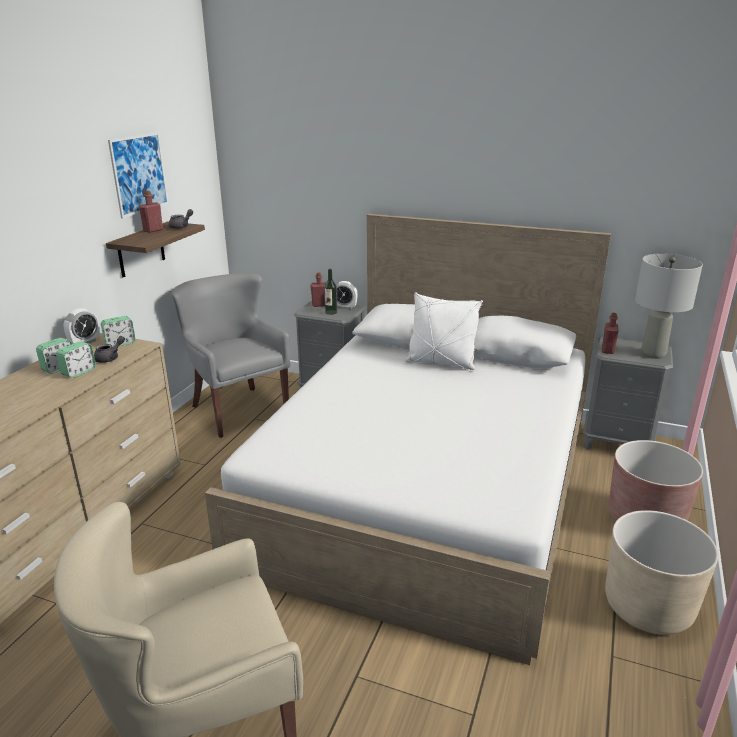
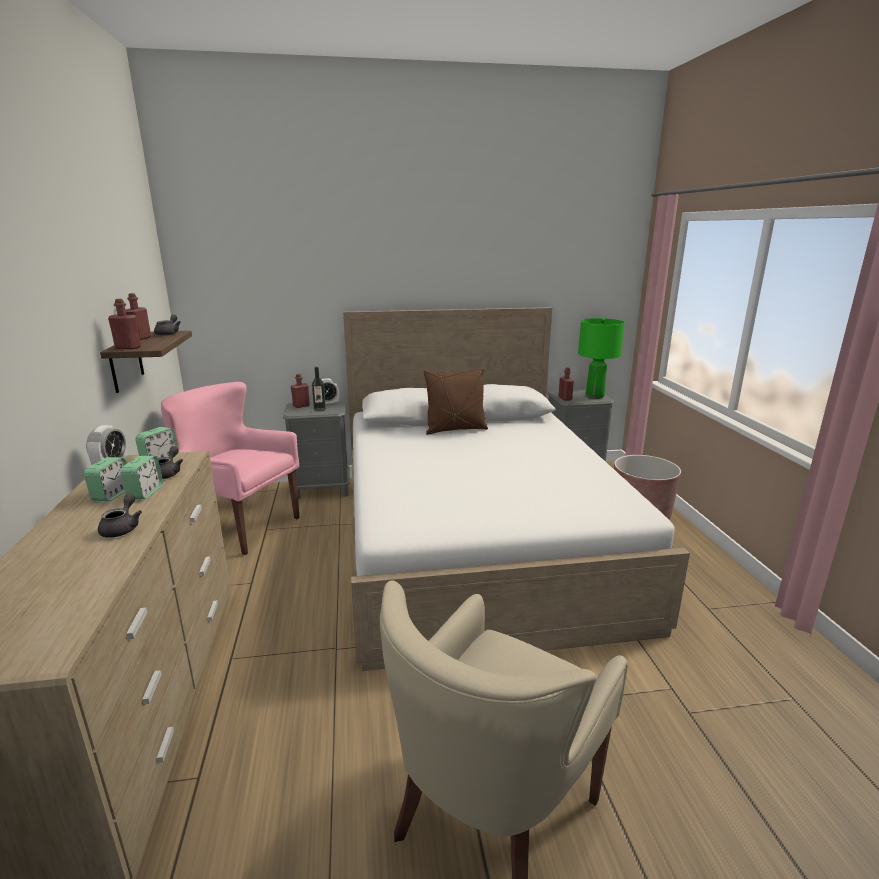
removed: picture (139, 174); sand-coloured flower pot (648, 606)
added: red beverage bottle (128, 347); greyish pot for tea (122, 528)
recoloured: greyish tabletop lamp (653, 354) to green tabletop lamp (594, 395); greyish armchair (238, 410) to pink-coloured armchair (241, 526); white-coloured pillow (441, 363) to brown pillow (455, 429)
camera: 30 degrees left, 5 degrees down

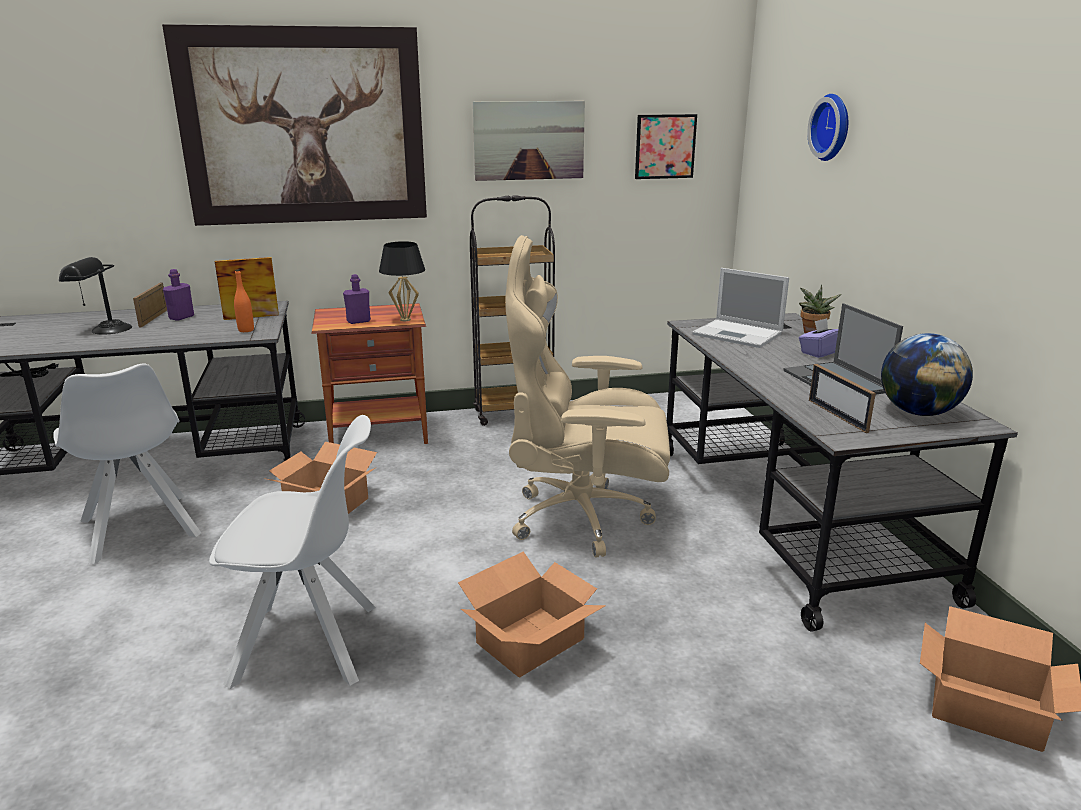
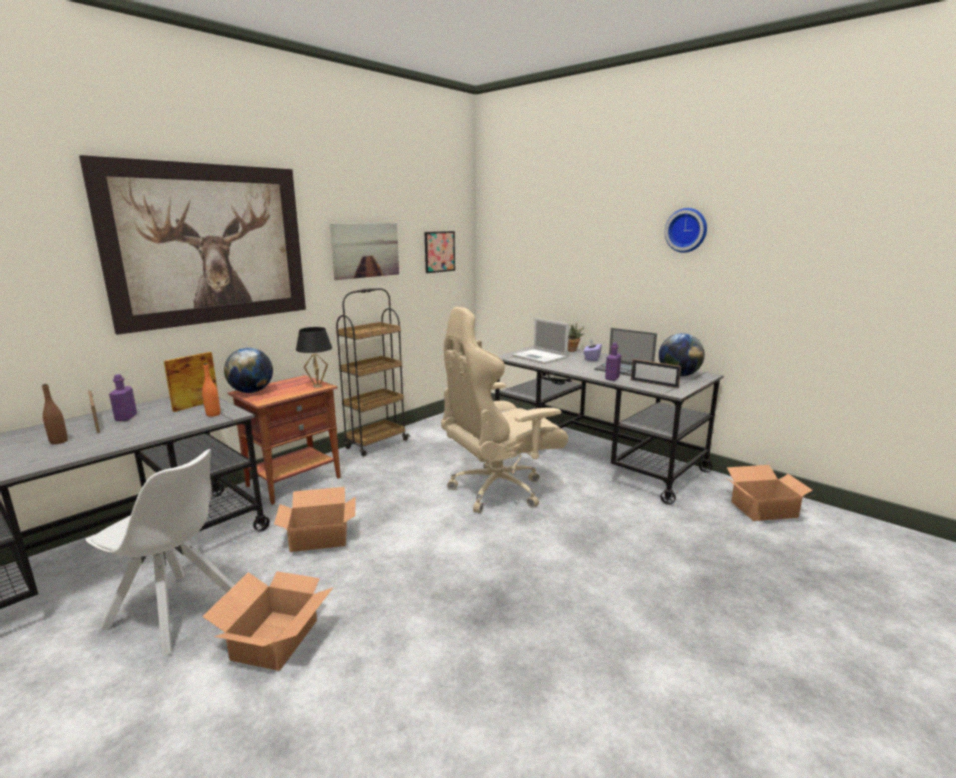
removed: white-coloured plain chair (309, 644)
added: world globe (251, 391)
moved: wall clock (833, 127) to (687, 230); purplish beverage bottle (358, 321) to (612, 378); cardboard box (528, 641) to (274, 640)
replaced: black tabletop lamp (103, 329) to brown beverage bottle (59, 441)
turned: laptop (739, 334) = (540, 357) 45 degrees clockwise
camera: 35 degrees left, 5 degrees down

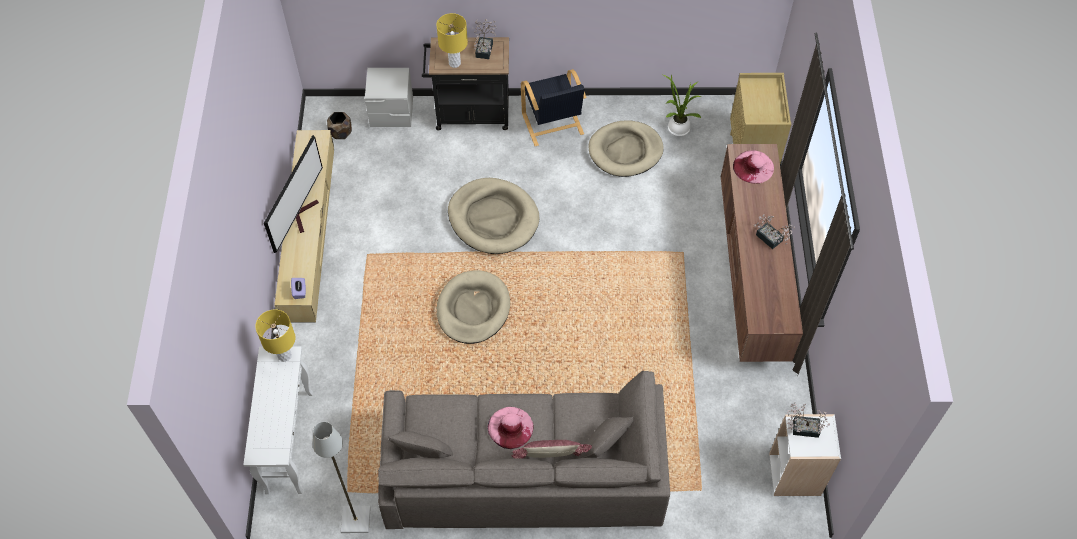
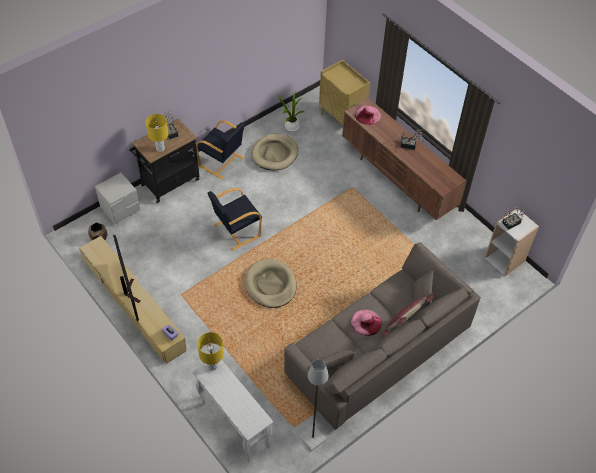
replaced: sand-coloured dog bed (493, 218) to black armchair (236, 231)
camera: 40 degrees left, 5 degrees down

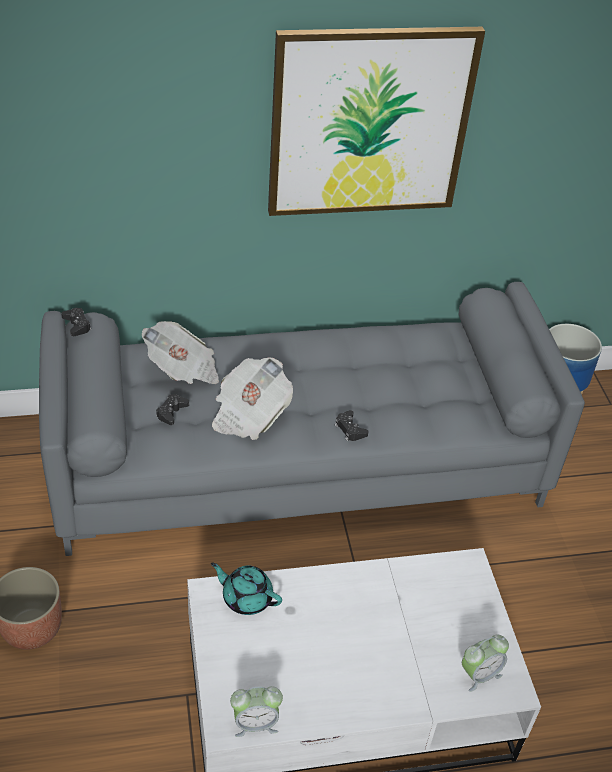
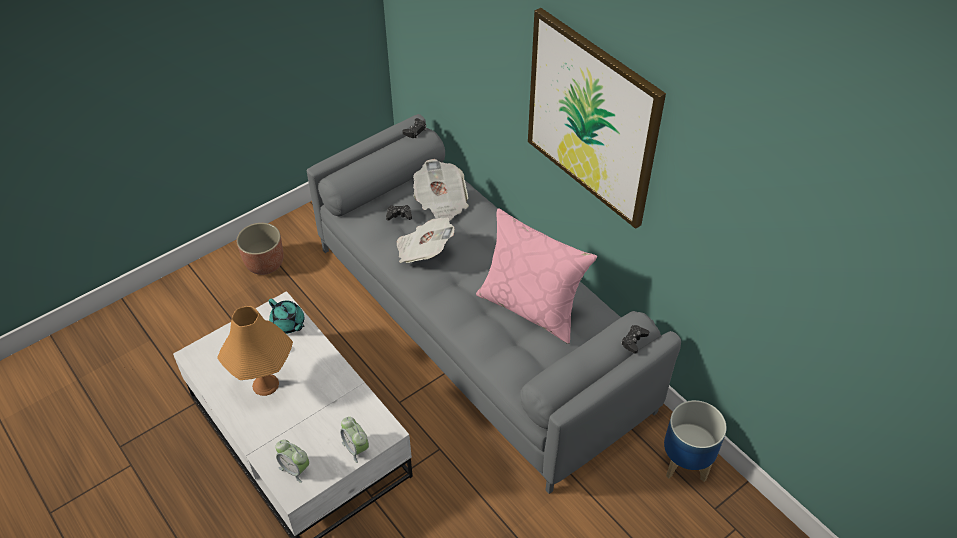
added: pink-coloured pillow (531, 307); orange tabletop lamp (265, 384)
moved: black game controller (350, 429) to (634, 341); bedside clock (255, 723) to (356, 448)
turned: turquoise-coloured pot for tea (246, 597) = (288, 324) 135 degrees clockwise
camera: 65 degrees right, 5 degrees up

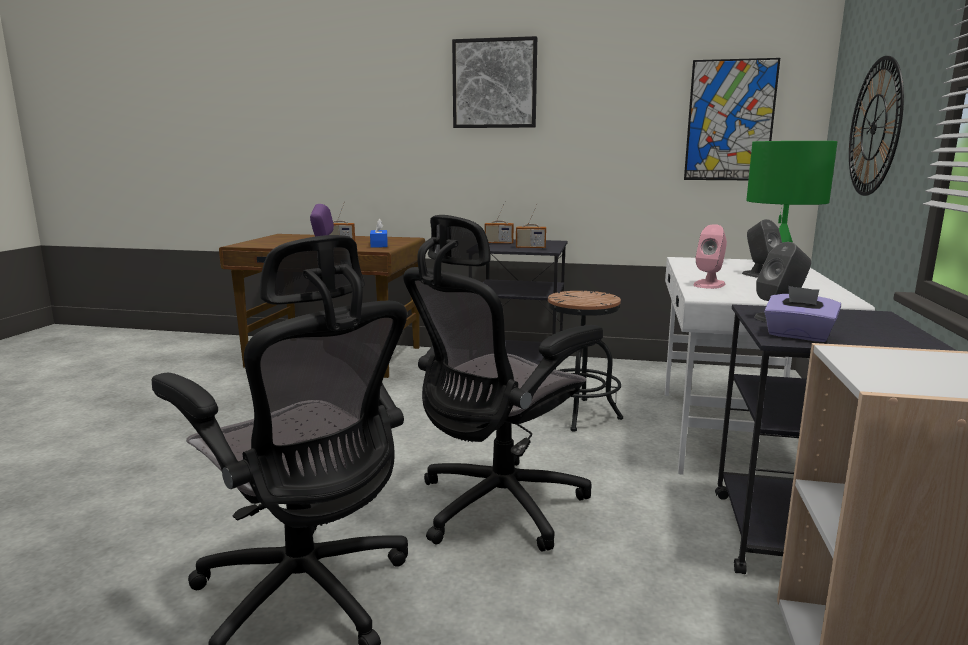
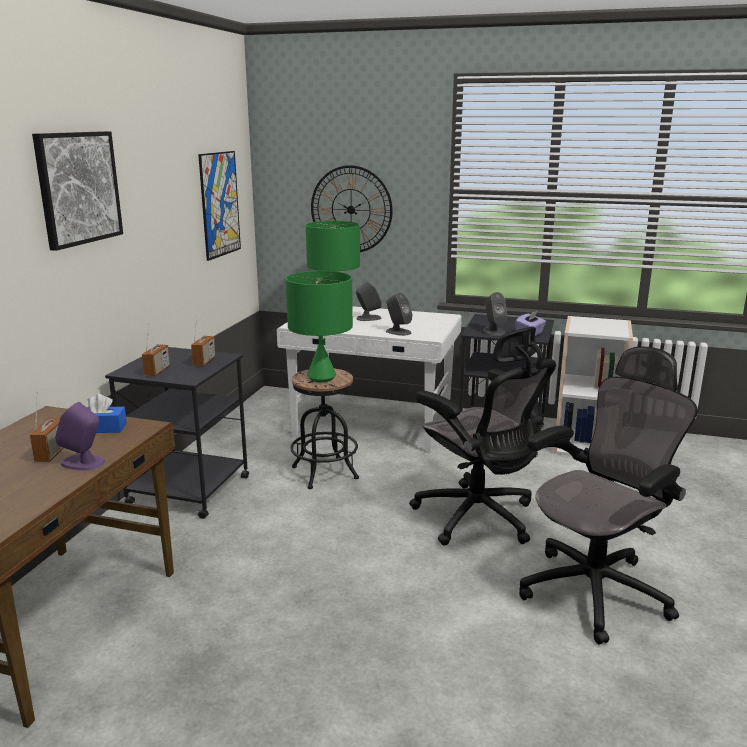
added: green tabletop lamp (321, 378)
recoloured: pink-coloured speaker (709, 284) to greyish speaker (398, 332)
camera: 85 degrees left, 5 degrees up

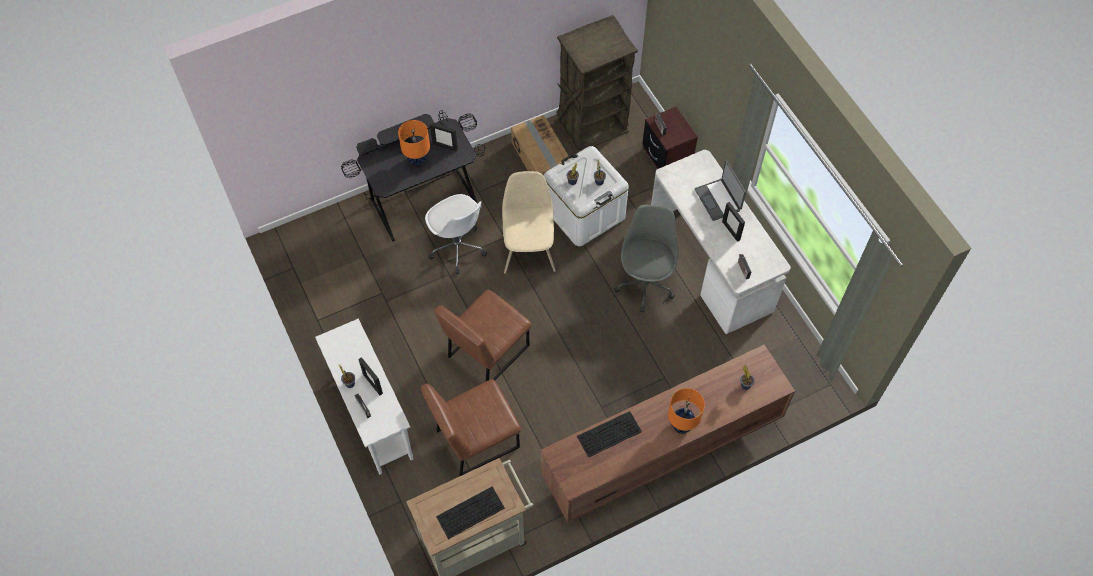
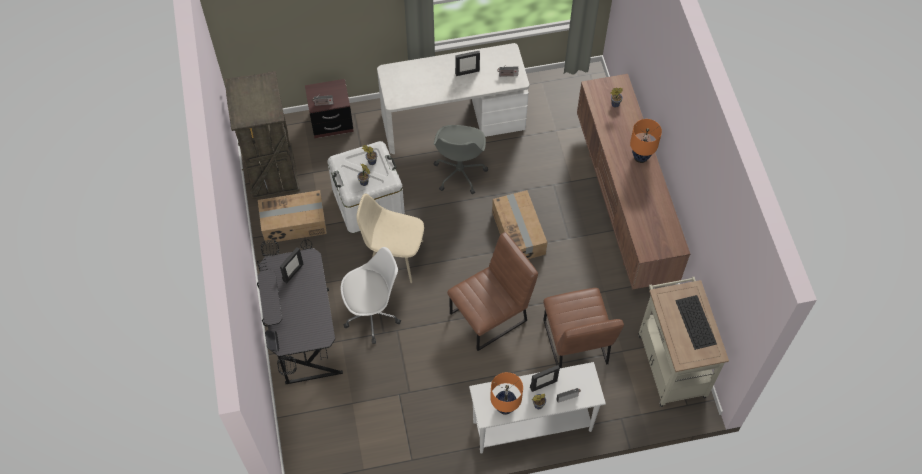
removed: laptop (718, 200); keyboard (608, 434)
added: cardboard box (519, 233)
moved: orange tabletop lamp (417, 161) to (505, 407)
turned: greyish office chair (644, 285) = (459, 175) 105 degrees counterclockwise; brown plain chair (486, 352) = (490, 316) 90 degrees counterclockwise
camera: 75 degrees left, 0 degrees up

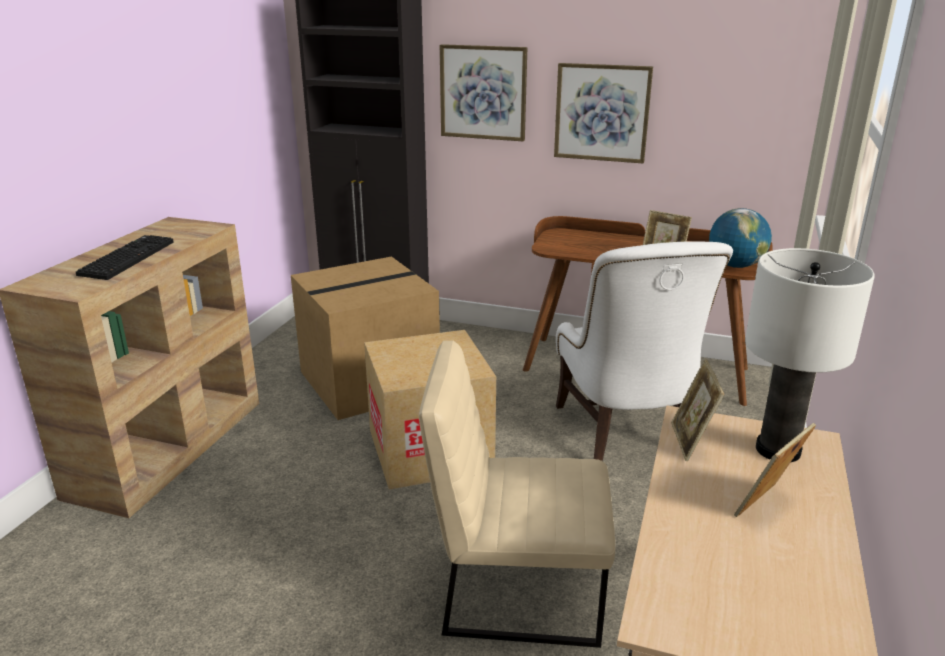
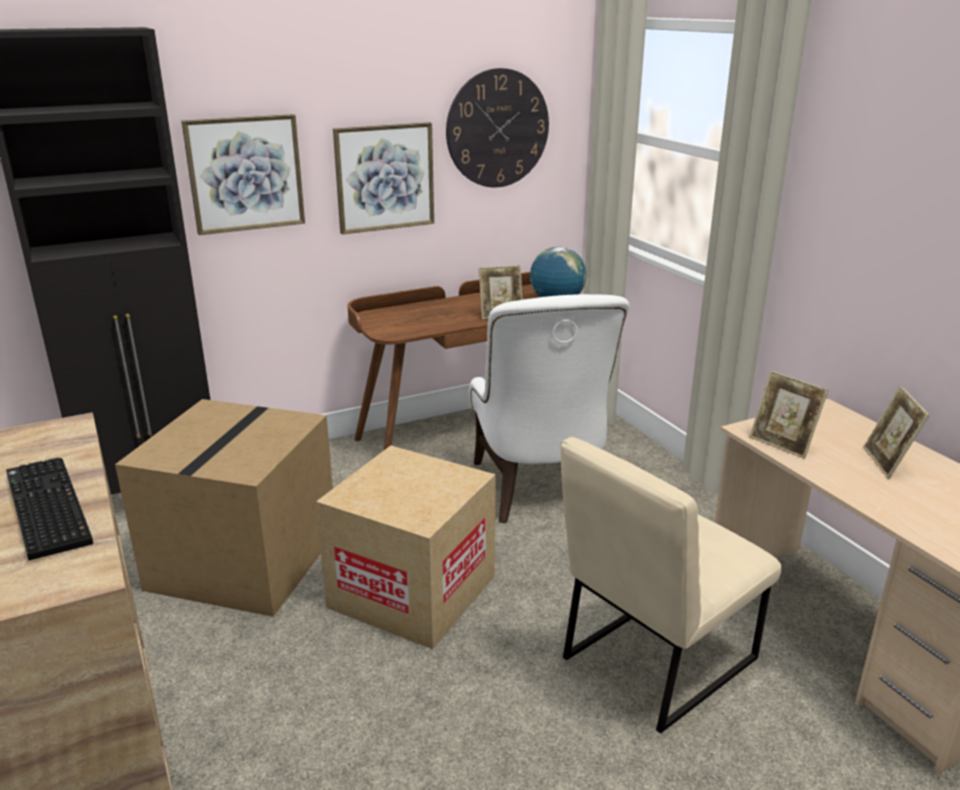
removed: white-coloured tabletop lamp (777, 450)
added: wall clock (497, 129)
turned: white-coloured plain chair (627, 431) = (541, 487) 45 degrees clockwise
camera: 45 degrees left, 0 degrees up

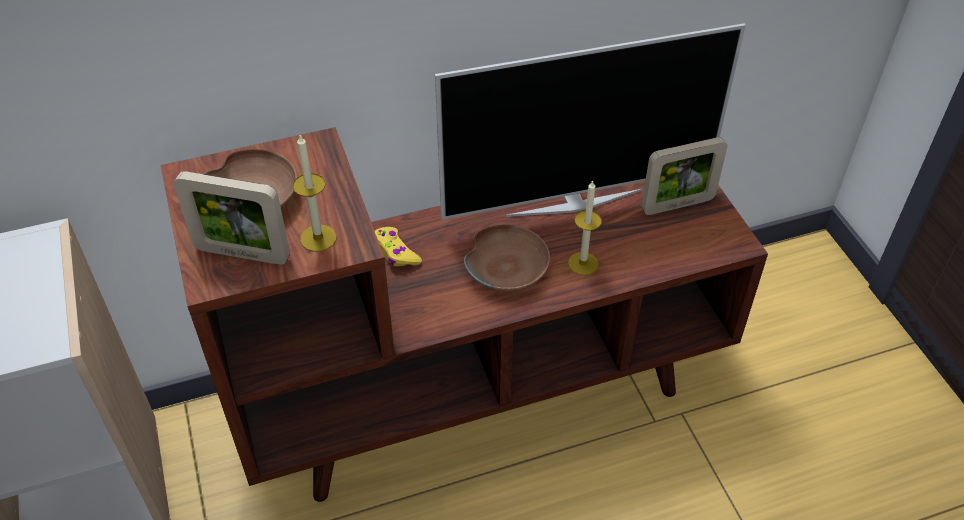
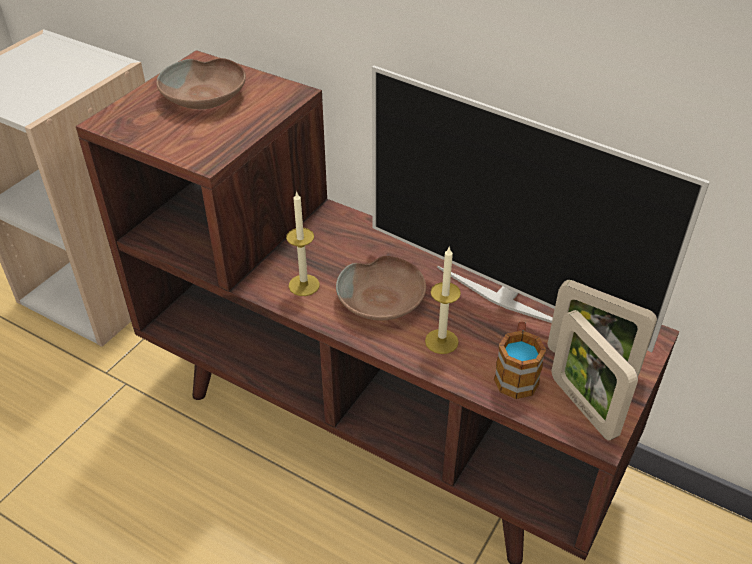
removed: yellow-coloured game controller (395, 252)
added: tea mug (516, 373)
moved: candle (318, 238) to (304, 285); photo frame (242, 254) to (583, 406)
camera: 50 degrees right, 5 degrees down

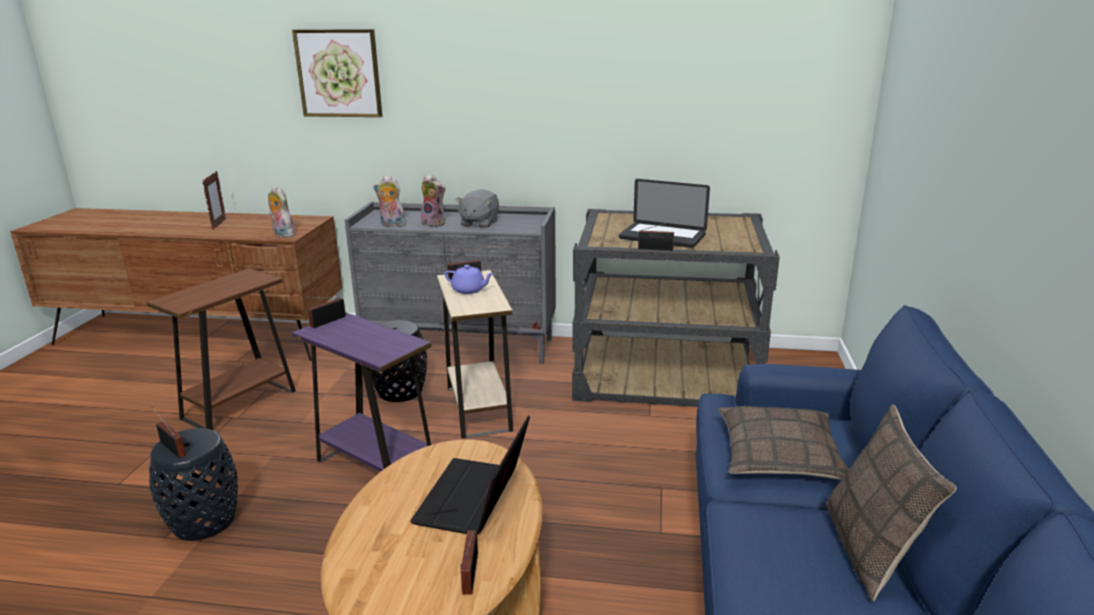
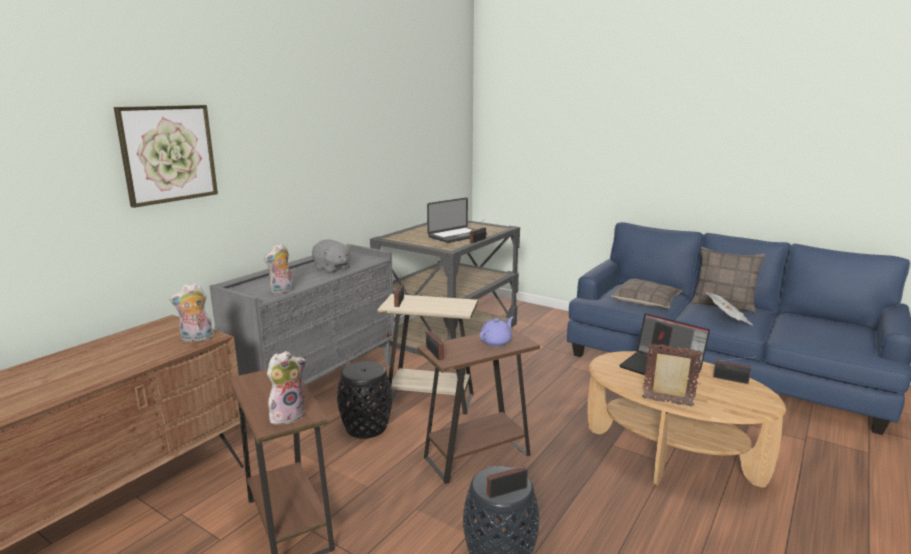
added: daily paper (727, 320)
moved: photo frame (218, 224) to (668, 402); cuddly toy (435, 223) to (288, 415); purplish pot for tea (469, 290) to (496, 341)
recoloured: purplish side table (376, 467) to brown side table (477, 456)
camera: 65 degrees left, 5 degrees down

